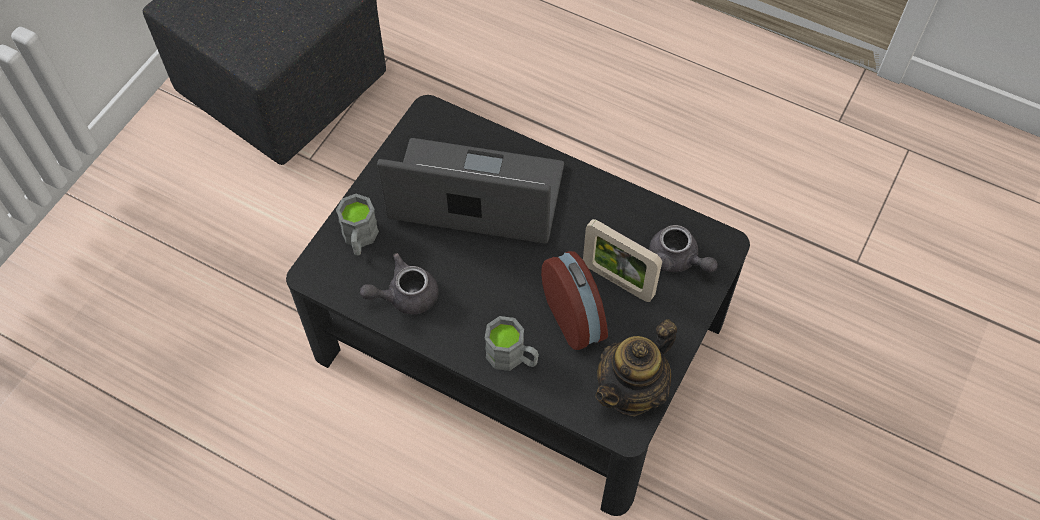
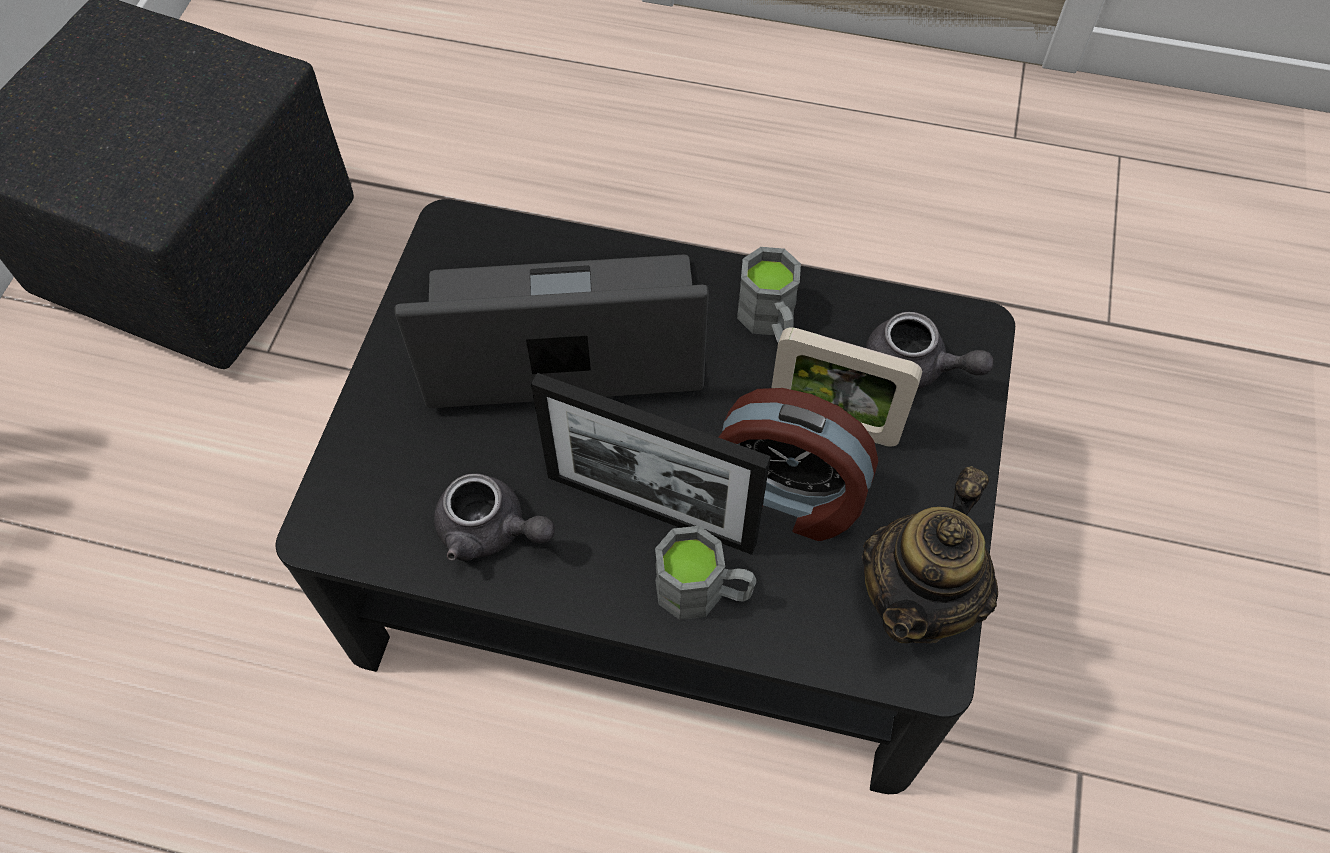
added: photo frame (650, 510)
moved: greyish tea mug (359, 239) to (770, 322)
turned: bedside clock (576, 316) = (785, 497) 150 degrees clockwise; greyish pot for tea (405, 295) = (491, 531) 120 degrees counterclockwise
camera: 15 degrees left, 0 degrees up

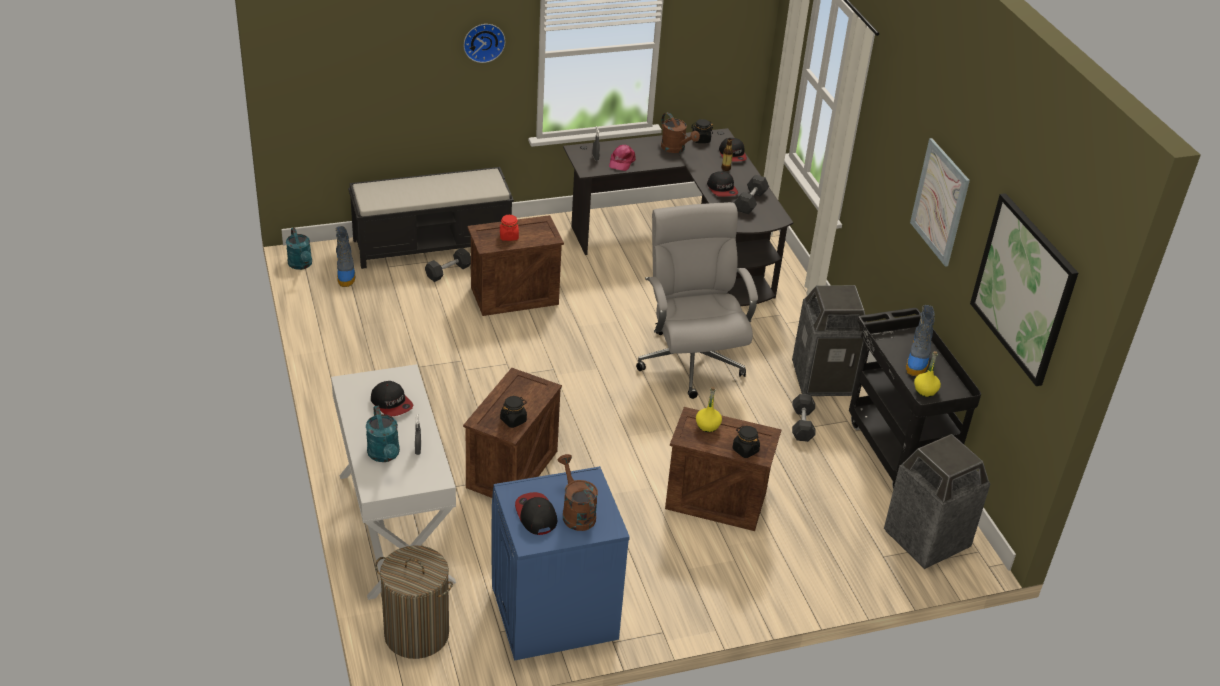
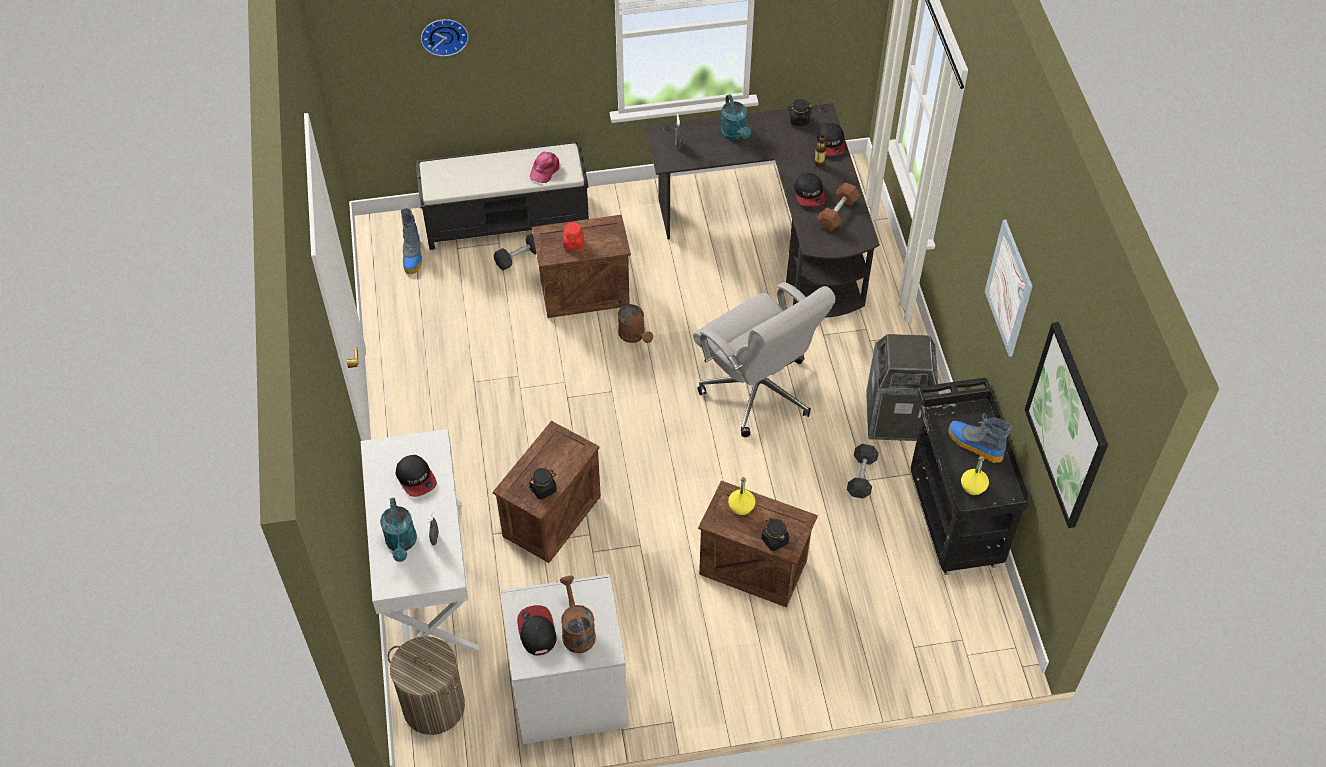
removed: trash can (926, 539)
moved: wall clock (483, 41) to (444, 35); brown watering pot (676, 149) to (634, 336); pink-coloured cap (621, 161) to (545, 169); turquoise-coloured watering pot (301, 265) to (735, 135)
recoloured: greyish free weight (750, 202) to brown free weight (837, 213); blue laundry appliance (553, 614) to white-coloured laundry appliance (568, 693)
turned: greyish office chair (690, 362) = (757, 389) 150 degrees clockwise; high-top boot (917, 359) = (974, 444) 105 degrees clockwise
camera: 10 degrees right, 15 degrees up

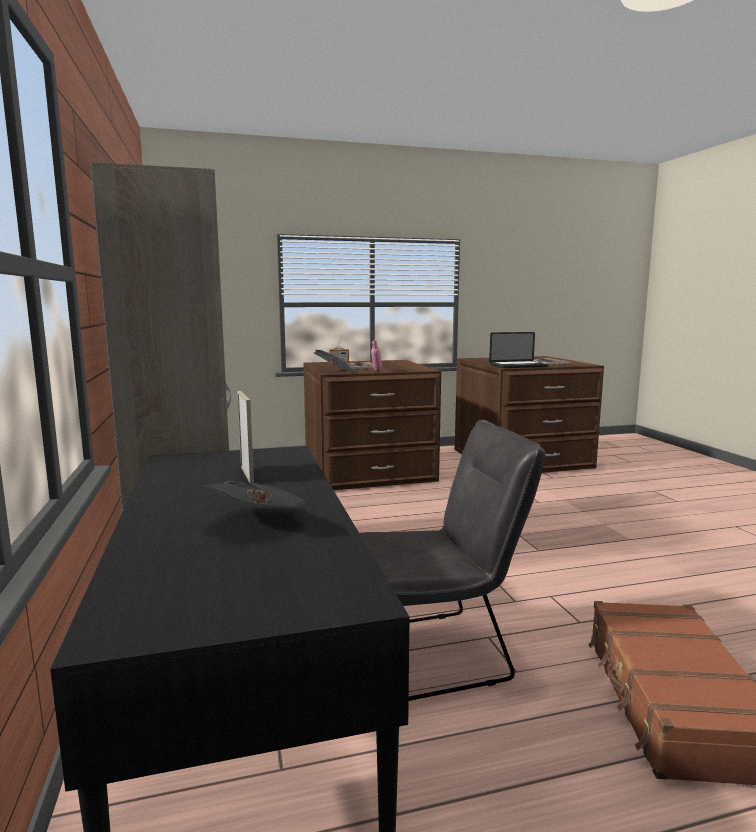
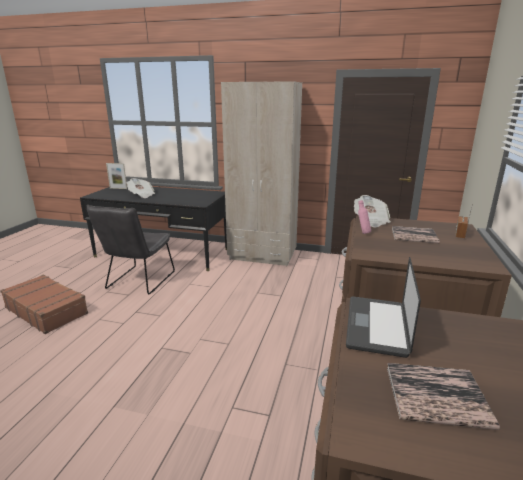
moved: photo frame (247, 475) to (118, 188)
camera: 120 degrees right, 10 degrees up

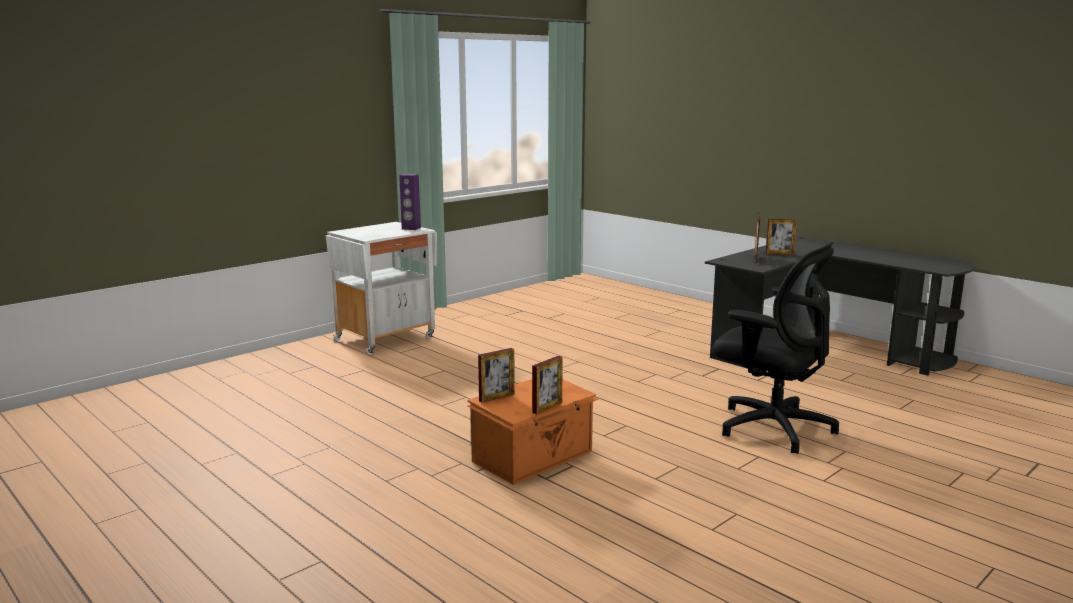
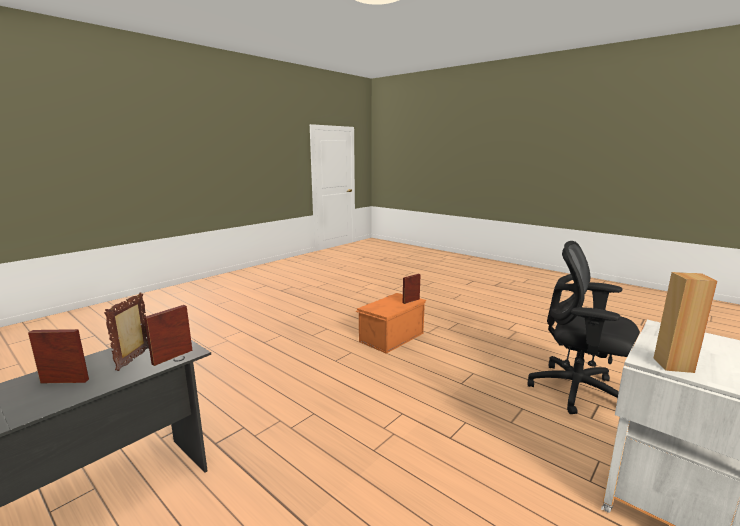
moved: black office chair (766, 427) to (582, 390); photo frame (547, 407) to (172, 357)
recoloured: purplish speaker (411, 228) to brown speaker (673, 365)
camera: 175 degrees right, 0 degrees up

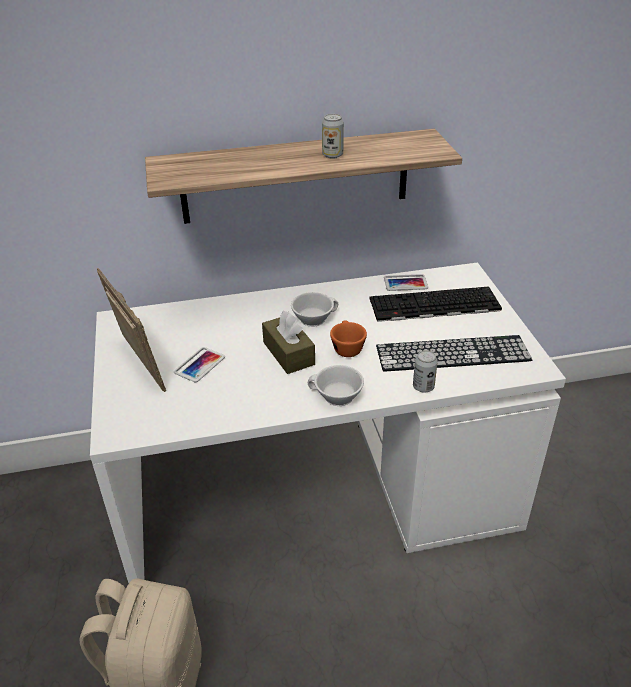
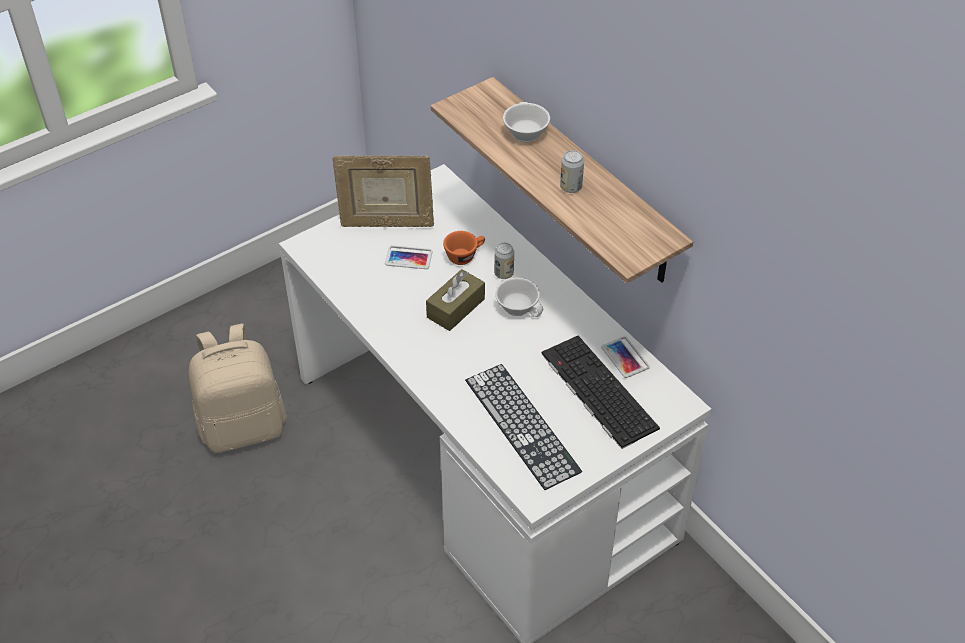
moved: orange cup (346, 347) to (465, 255); sealed can (423, 387) to (504, 273); white-coloured cup (336, 397) to (524, 132)
turned: photo frame (139, 367) = (386, 223) 60 degrees clockwise
camera: 65 degrees right, 10 degrees up

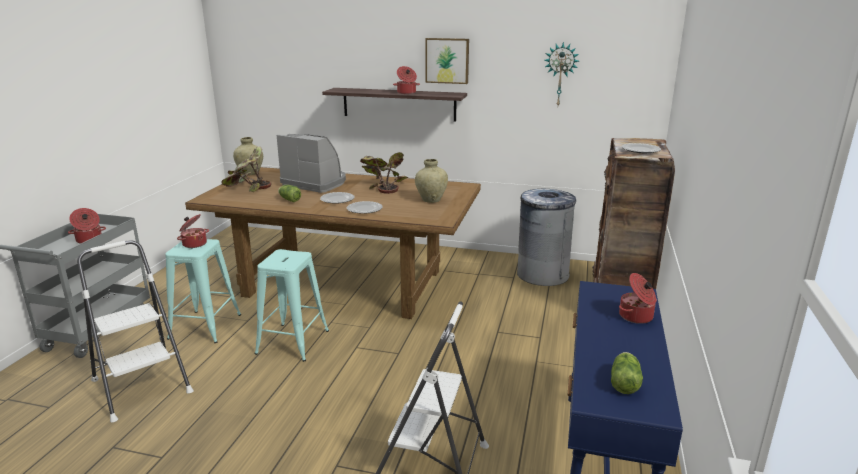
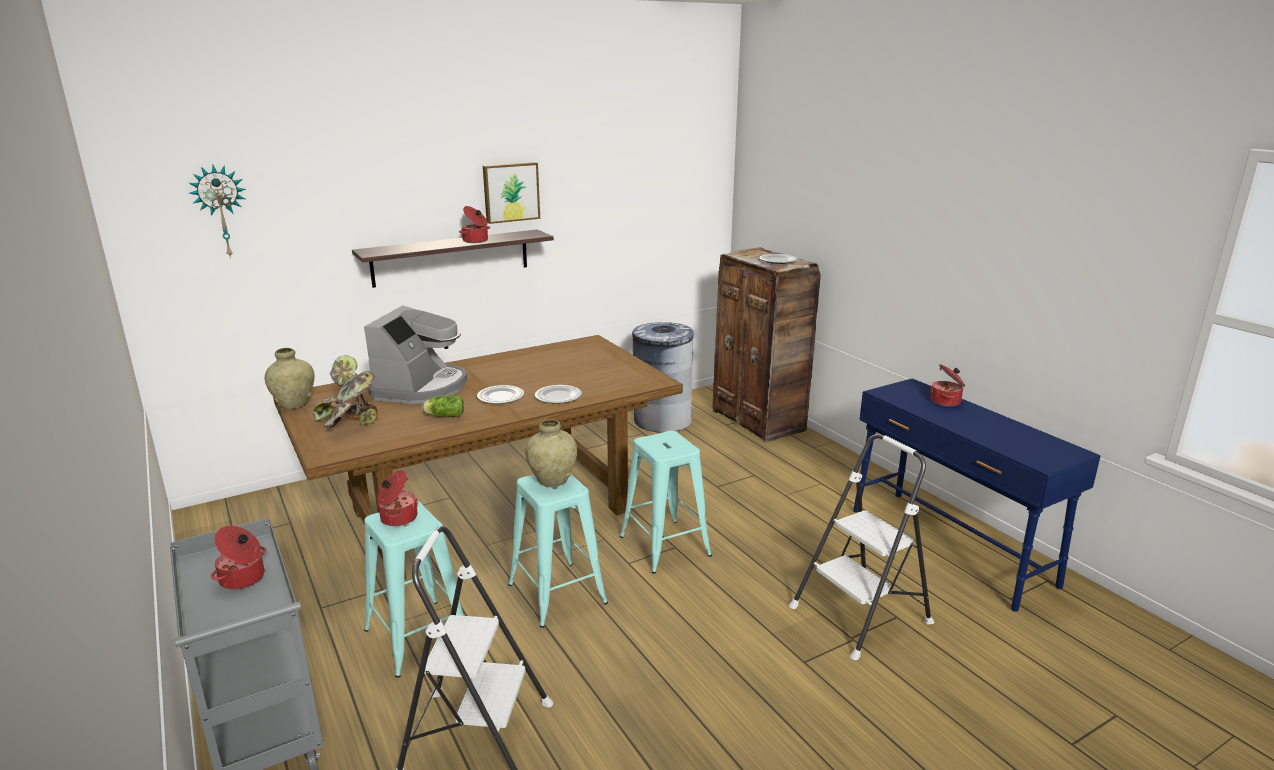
removed: houseplant (383, 187); head of lettuce (624, 382)
added: turquoise-coloured sitting stool (664, 546)
moved: wall clock (560, 74) to (221, 211); sand-coloured vase (431, 200) to (552, 481)
turned: coffee brewer (315, 183) = (421, 387) 120 degrees clockwise
camera: 45 degrees left, 0 degrees up

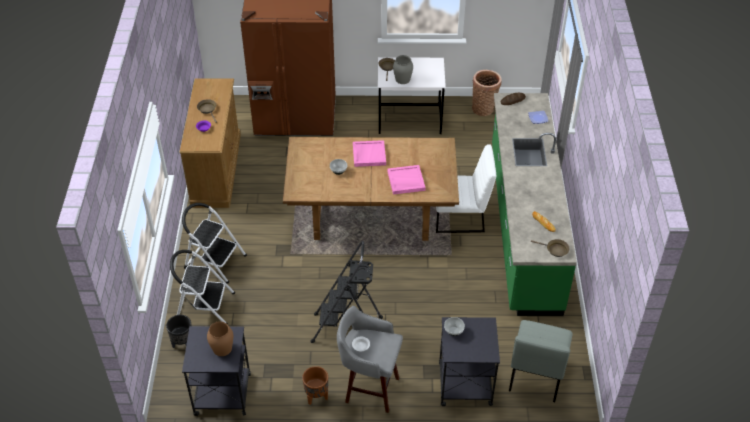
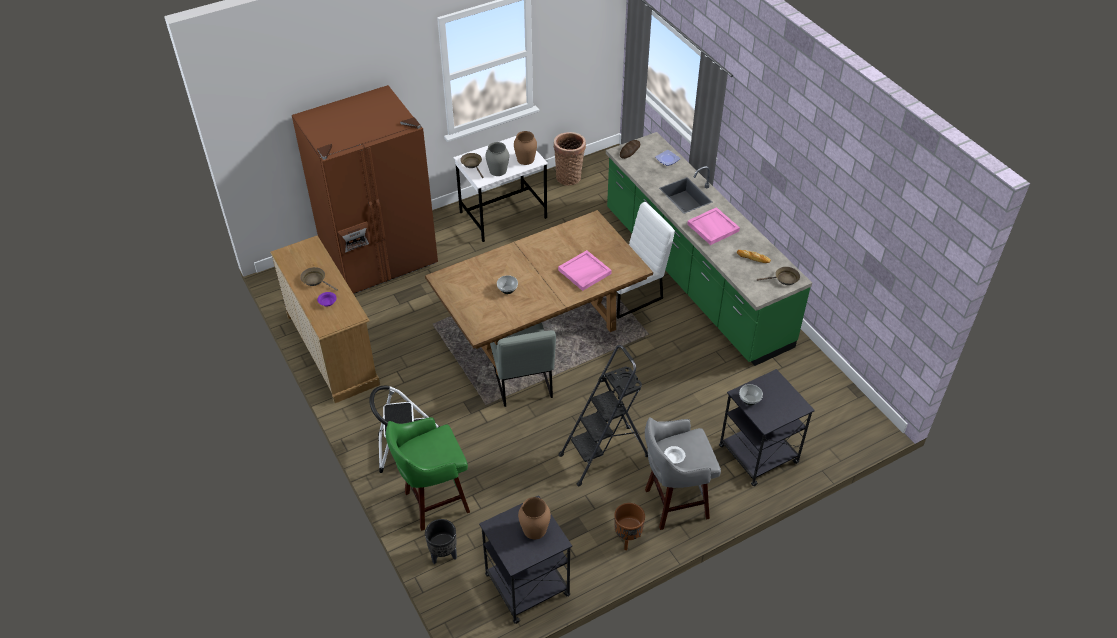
added: brown vase (526, 159)
moved: pink-coloured tray (368, 154) to (712, 227); greyish plain chair (535, 375) to (522, 381)
replaced: step stool (203, 306) to green sitting stool (434, 503)
camera: 30 degrees left, 0 degrees up

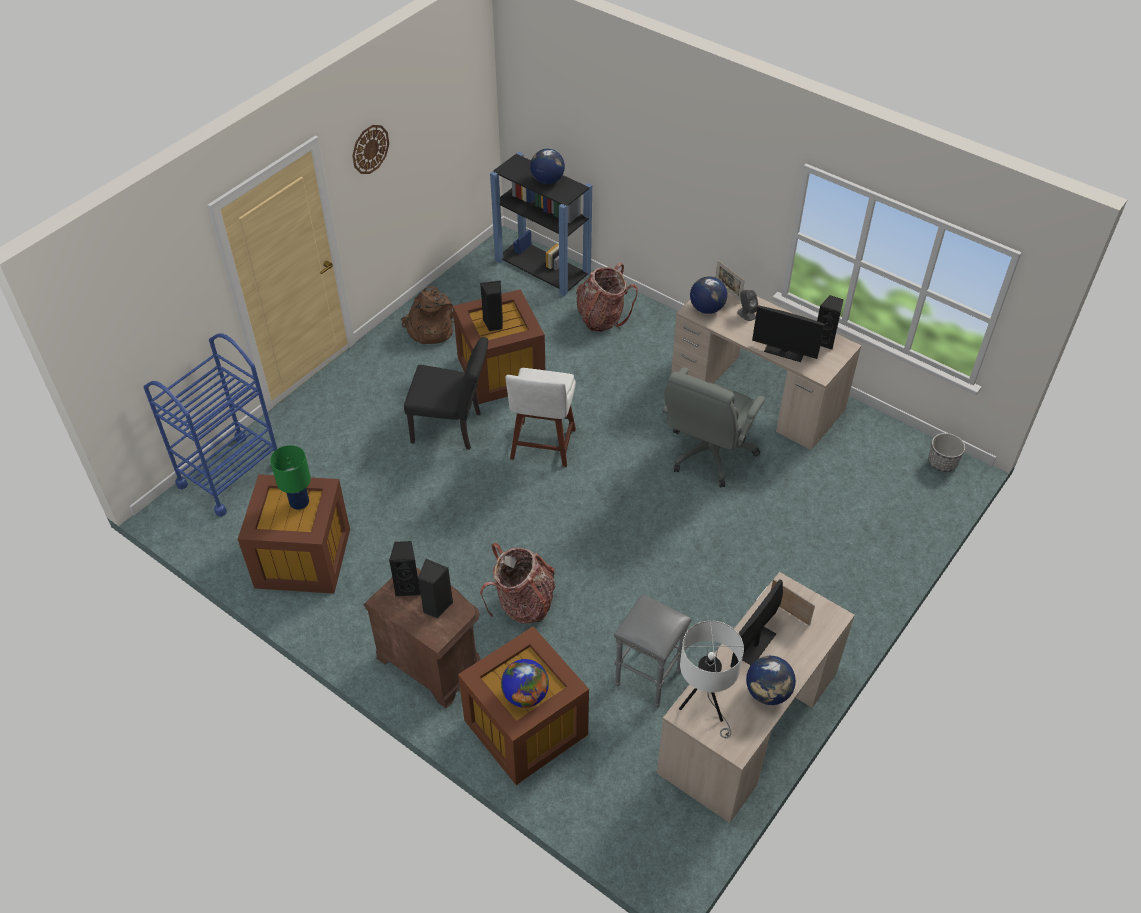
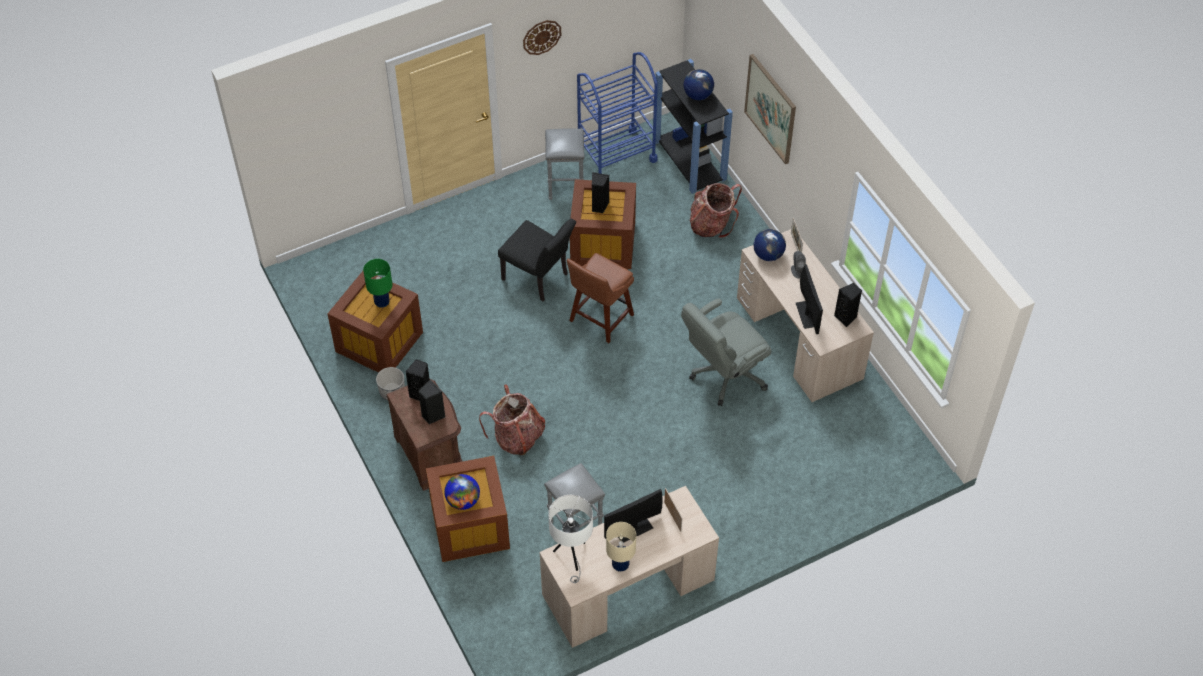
added: picture (771, 108)
moved: blue cart (231, 475) to (616, 156); flower pot (942, 462) to (392, 391)
replaced: brown knapsack (429, 329) to greyish sitting stool (566, 186); world globe (768, 693) to sand-coloured tabletop lamp (620, 565)
recoloured: white-coloured plain chair (542, 447) to brown plain chair (599, 319)
turned: computer display (784, 351) = (807, 314) 150 degrees counterclockwise
camera: 25 degrees right, 5 degrees up

